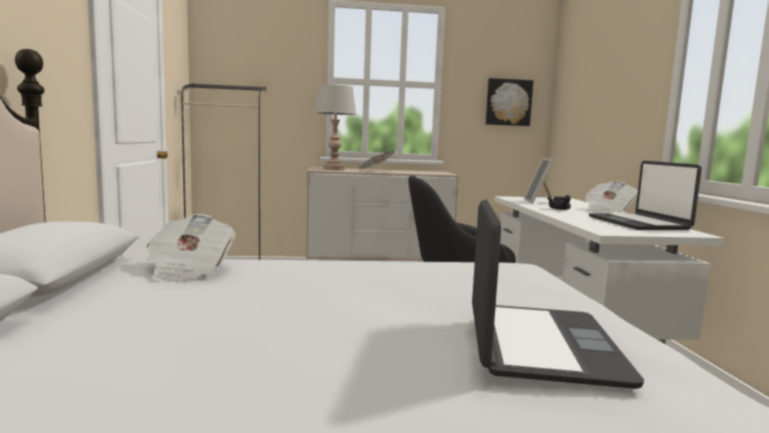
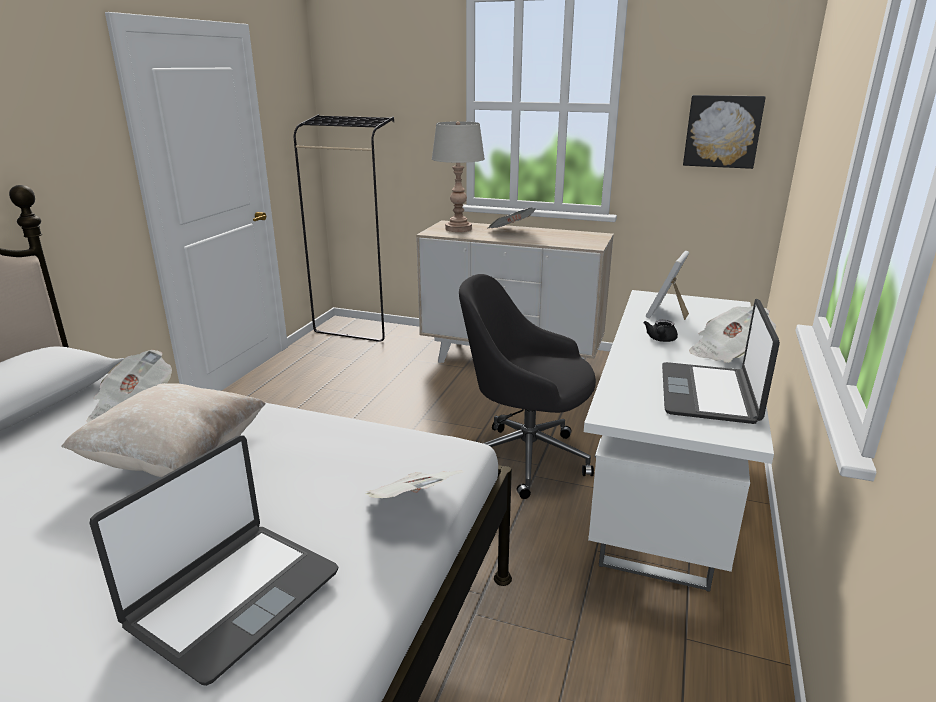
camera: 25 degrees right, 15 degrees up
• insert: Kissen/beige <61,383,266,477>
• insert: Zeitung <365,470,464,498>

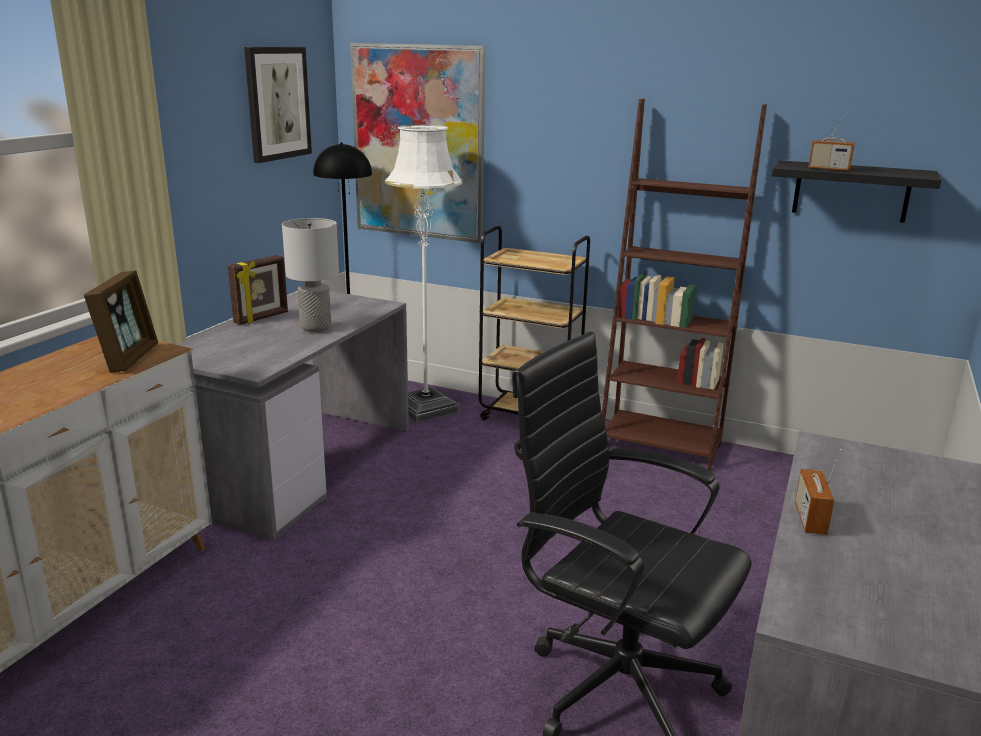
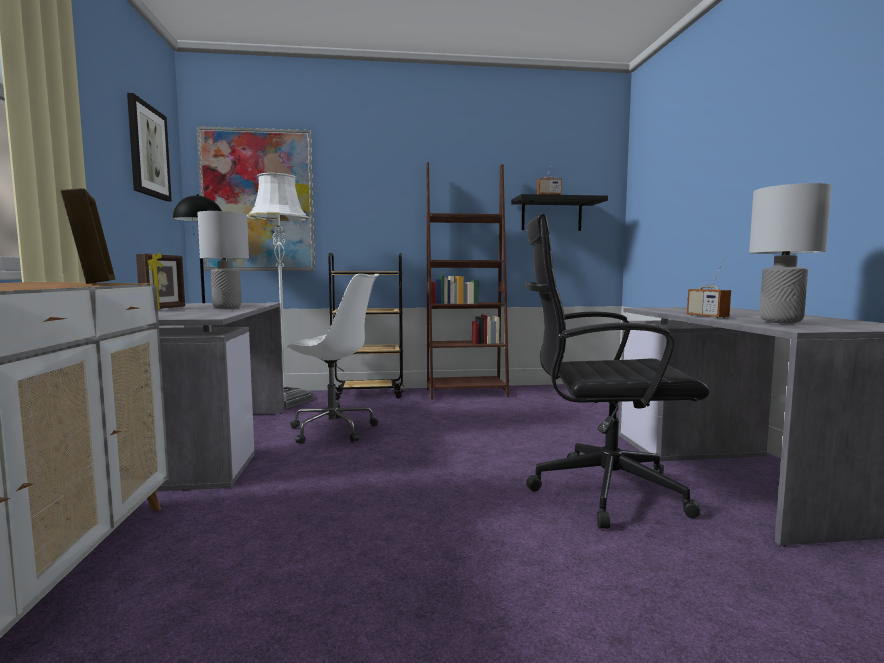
camera: 30 degrees left, 15 degrees down
• insert: Bürostuhl/weiß <286,274,379,444>
• insert: Tischlampe/grau <749,183,832,324>

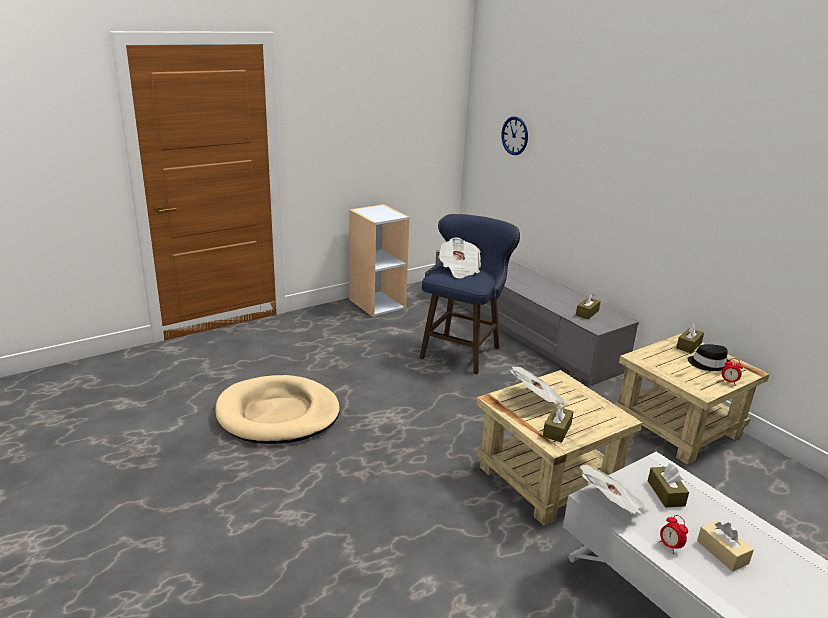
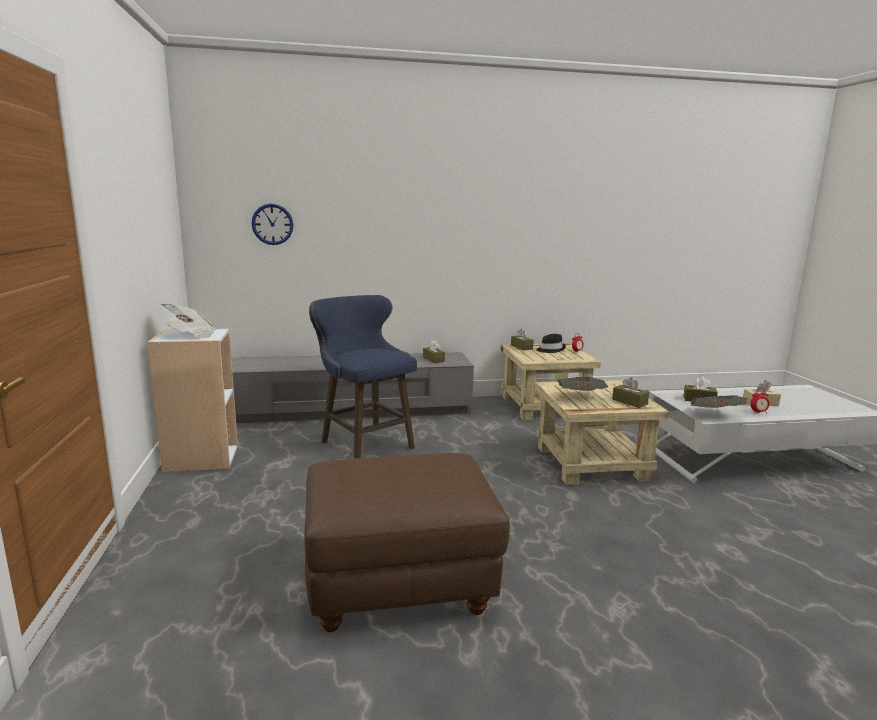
camera: 65 degrees left, 10 degrees down
• replace: Hundebett/beige <215,375,340,444> to Polsterhocker/braun <304,453,510,632>
• move: Zeitung <439,238,481,278> to <157,303,216,339>

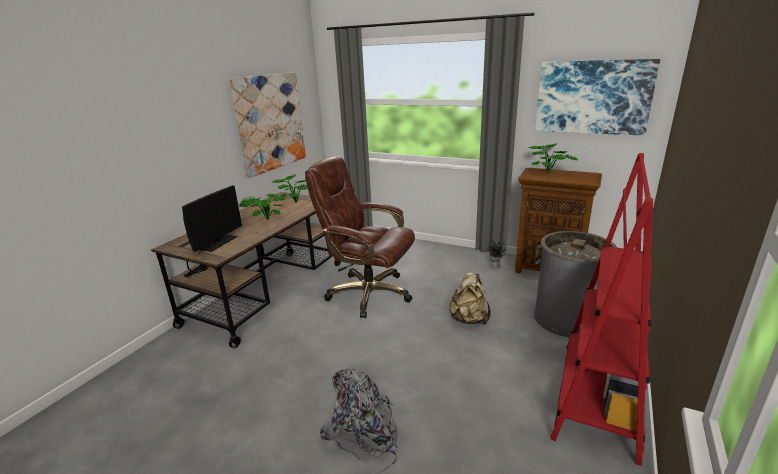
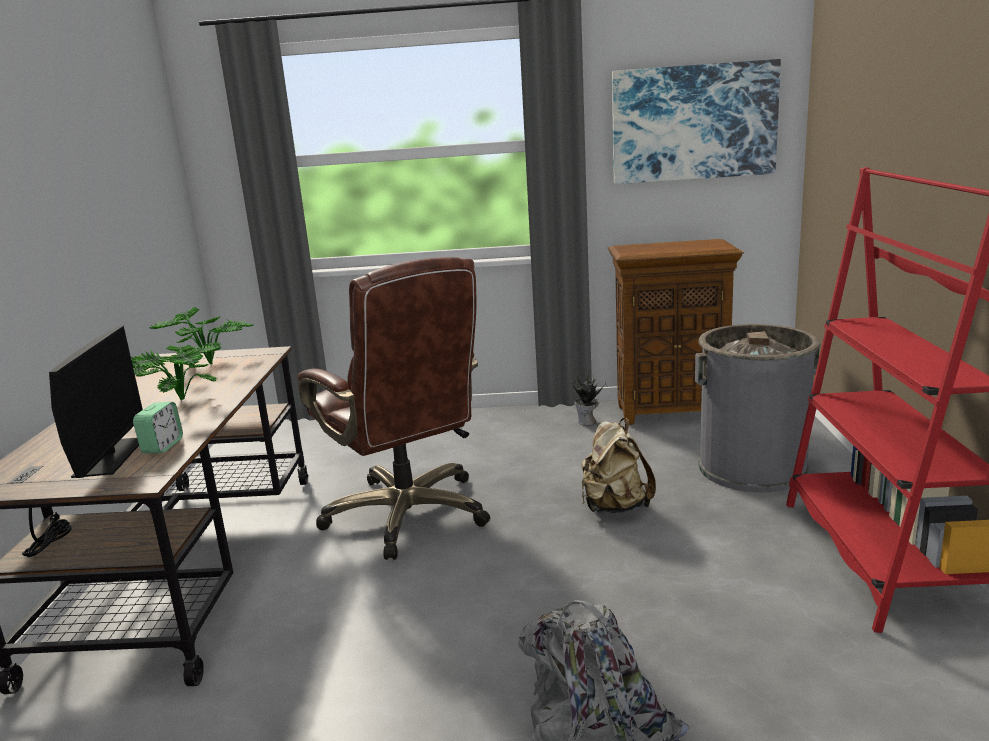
camera: 25 degrees left, 5 degrees down
• delete: Bild <229,72,306,178>
• rotate: Bürostuhl/braun <305,156,415,318> = <297,257,490,560> 120 degrees counterclockwise
• delete: Topfpflanze <529,143,578,173>
• insert: Wecker <133,402,183,453>

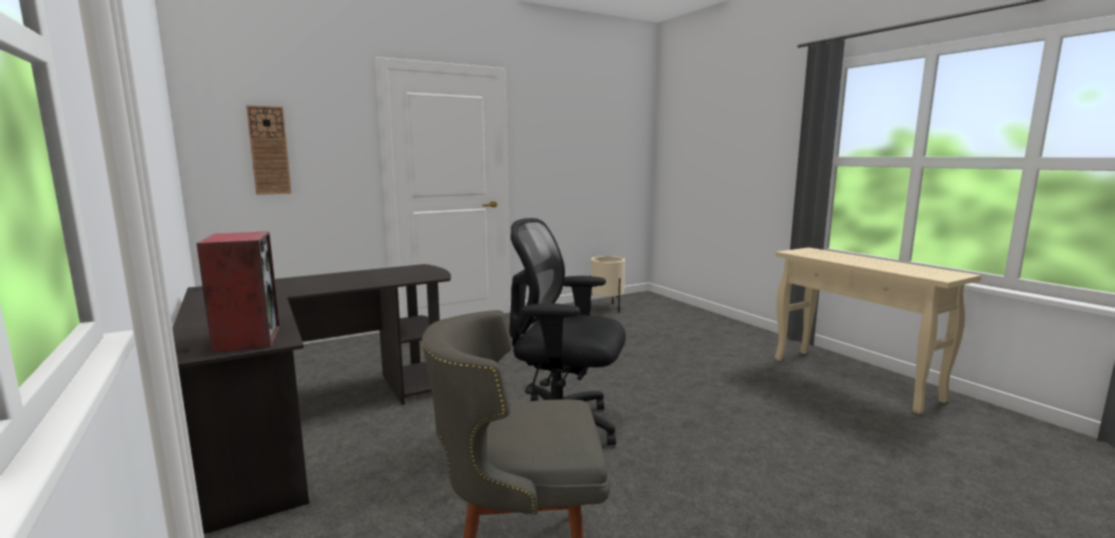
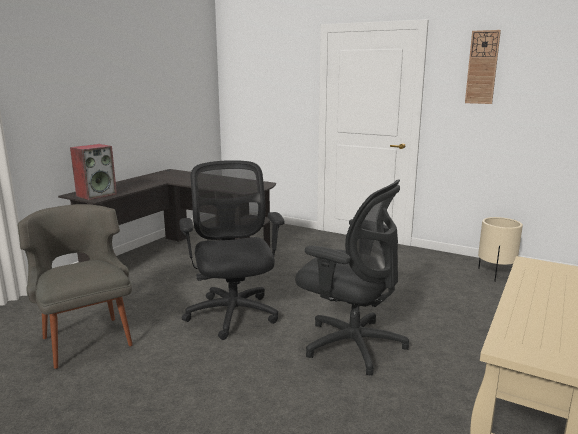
camera: 60 degrees right, 5 degrees up
• move: Wanduhr <246,105,292,195> to <465,30,501,104>
• insert: Bürostuhl/schwarz <295,180,409,376>

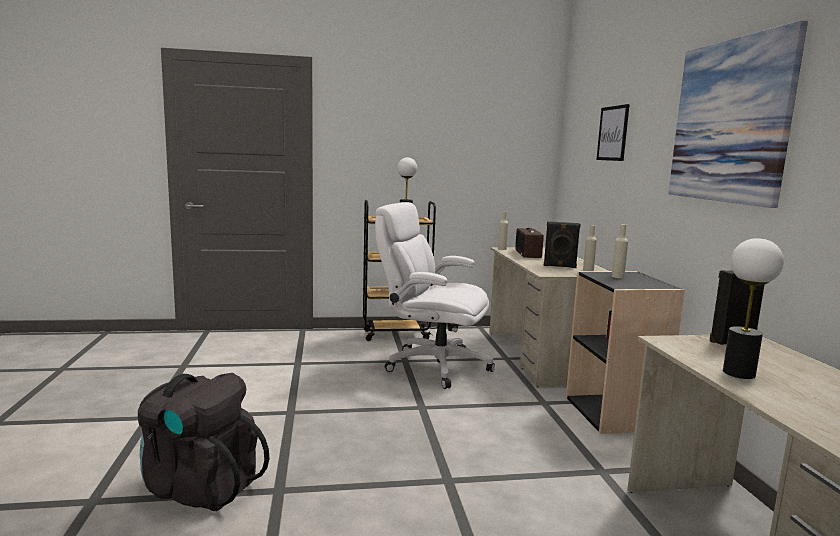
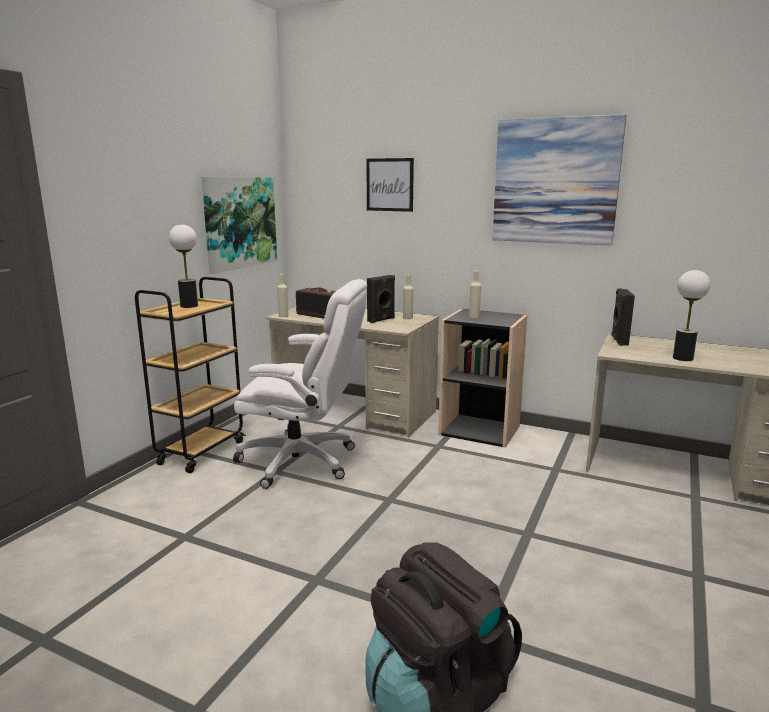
camera: 55 degrees left, 5 degrees up
• rotate: Bürostuhl/weiß <375,202,495,389> = <233,279,367,489> 135 degrees counterclockwise
• insert: Bild <201,177,277,274>

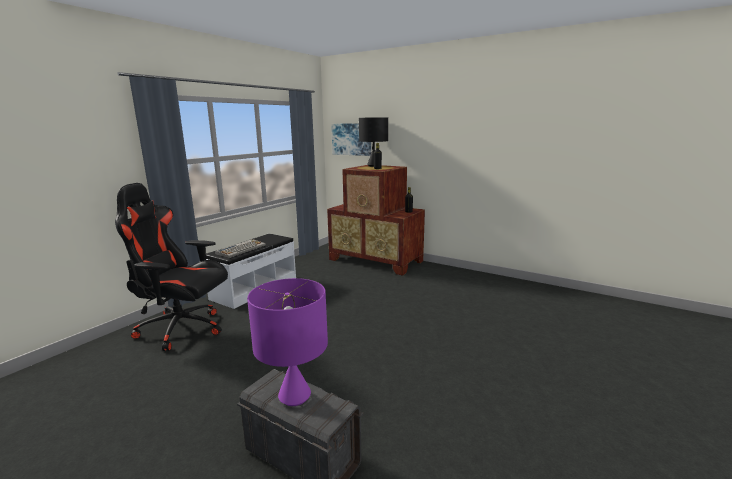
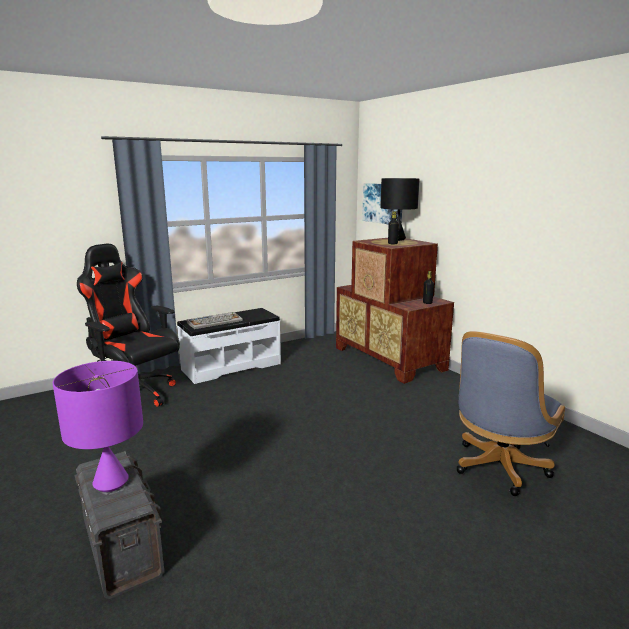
camera: 25 degrees right, 0 degrees up
• insert: Bürostuhl/blau <457,331,565,496>

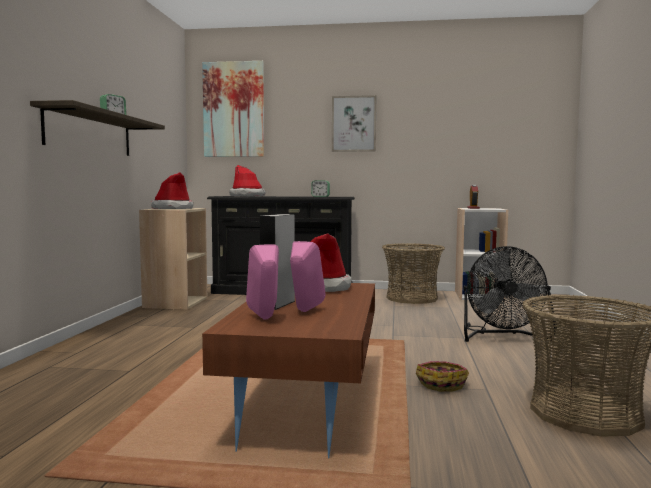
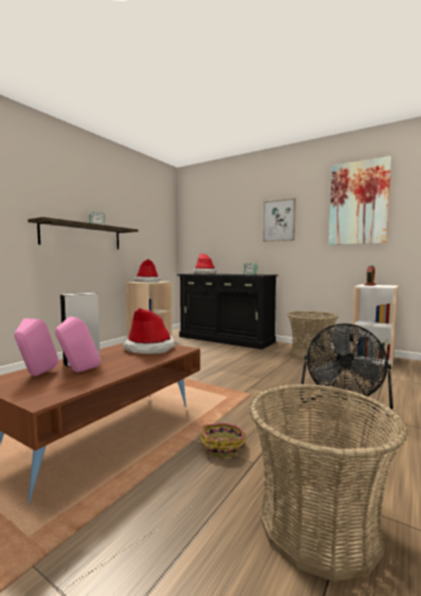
camera: 25 degrees right, 0 degrees up
• move: Bild <202,61,264,157> to <329,156,391,245>

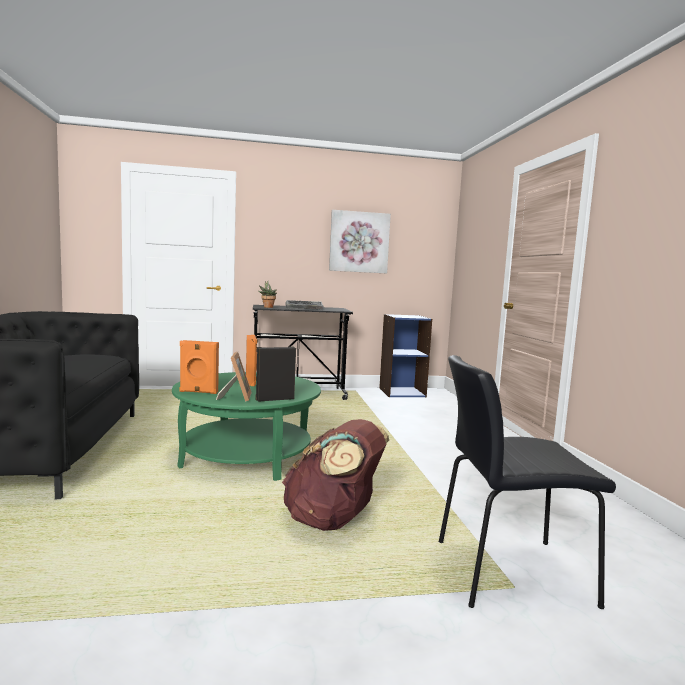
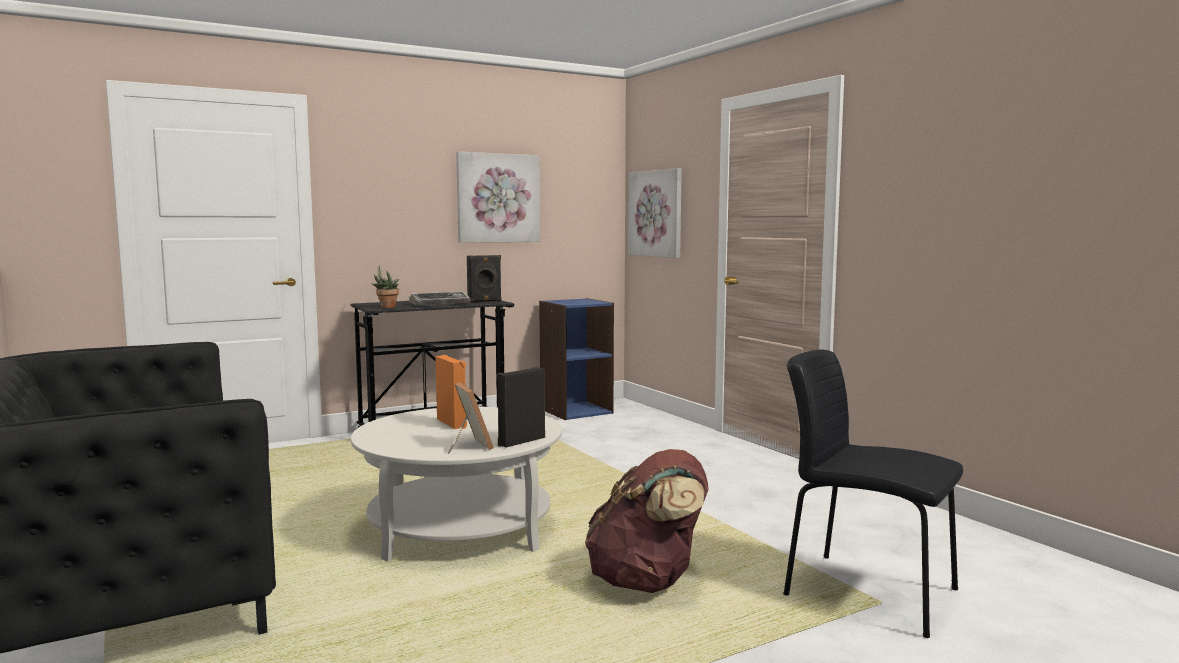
camera: 20 degrees left, 0 degrees up
• recolor: Couchtisch/grün <172,372,321,481> to Couchtisch/weiß <351,407,562,562>
• delete: Lautsprecher/orange <180,340,219,394>
• rotate: Stuhl/schwarz <438,355,616,609> = <783,350,963,638> 60 degrees clockwise
• insert: Lautsprecher/schwarz <467,255,502,303>
• insert: Bild <628,168,682,258>

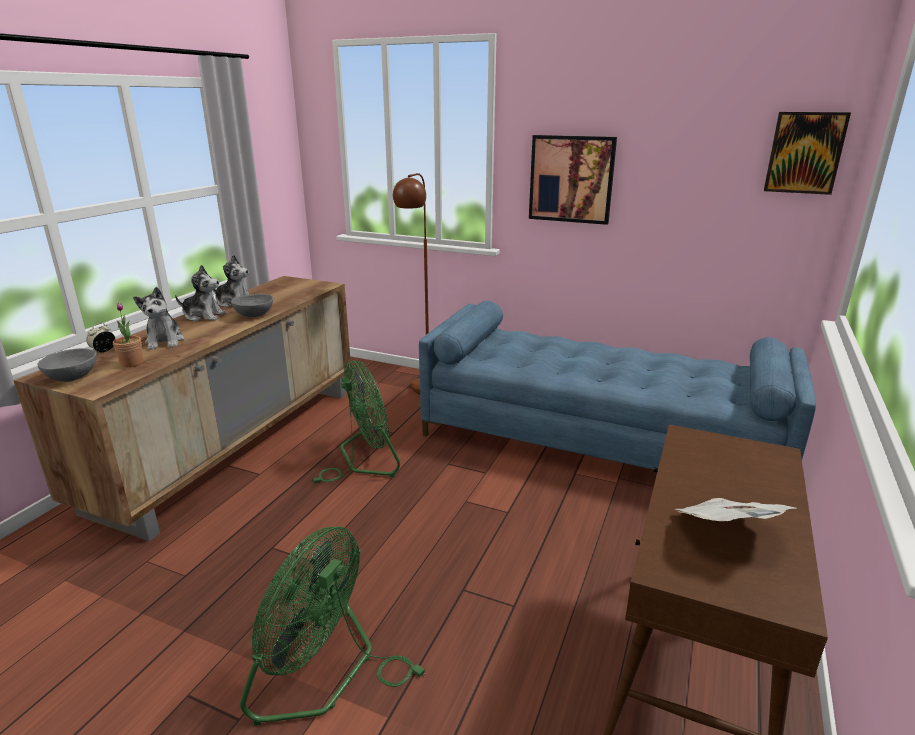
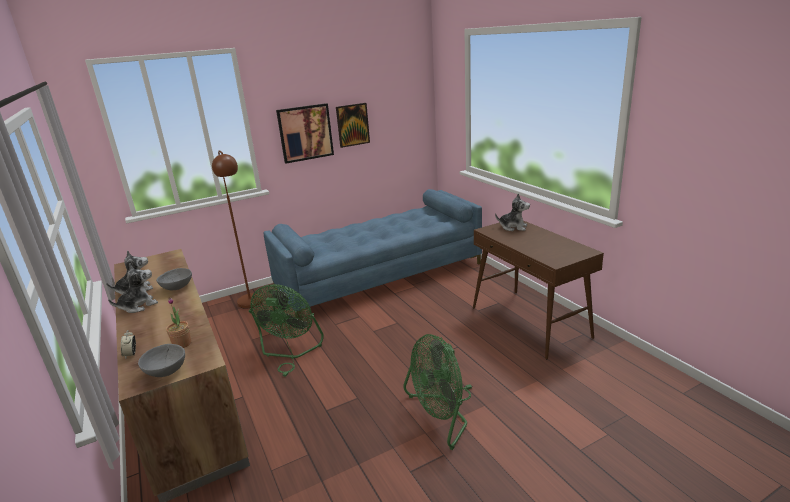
camera: 50 degrees left, 0 degrees up
• move: Plüschtier <133,287,184,350> to <495,193,530,231>
• delete: Zeitung <674,498,795,521>
• move: Bild <764,112,851,195> to <336,103,370,148>

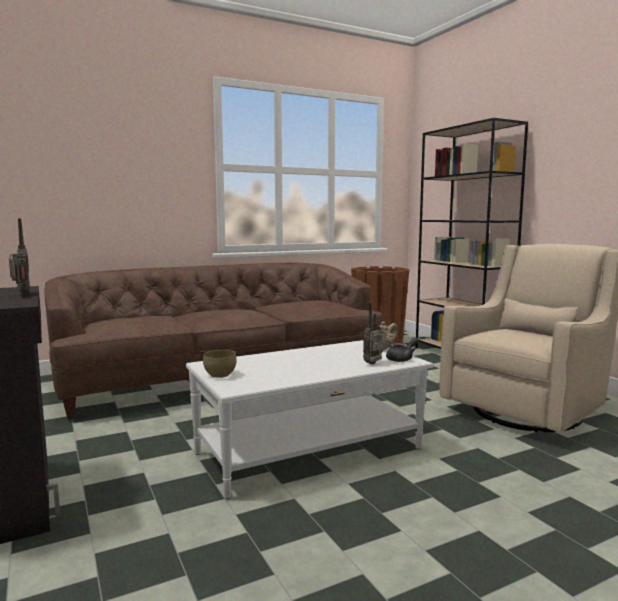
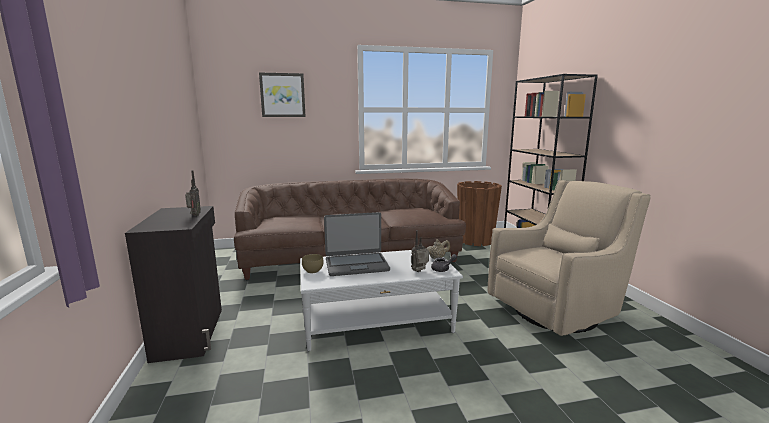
camera: 15 degrees right, 5 degrees up
• insert: Bild <259,72,306,117>
• insert: Laptop <324,212,390,276>

